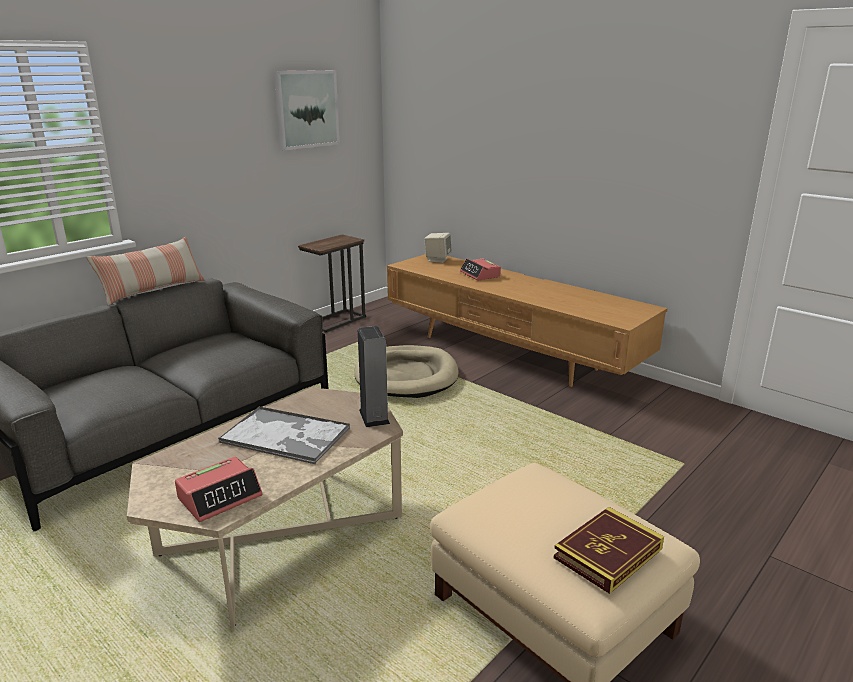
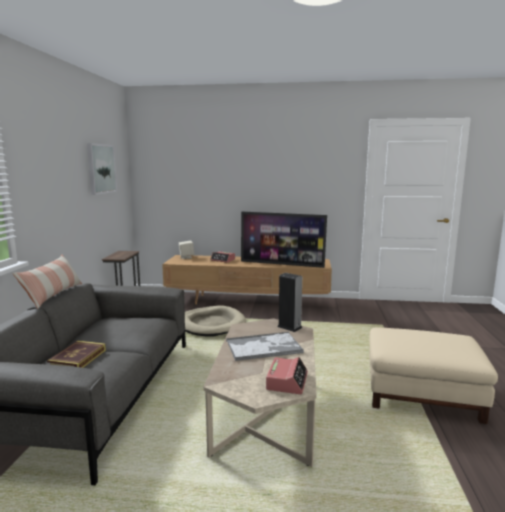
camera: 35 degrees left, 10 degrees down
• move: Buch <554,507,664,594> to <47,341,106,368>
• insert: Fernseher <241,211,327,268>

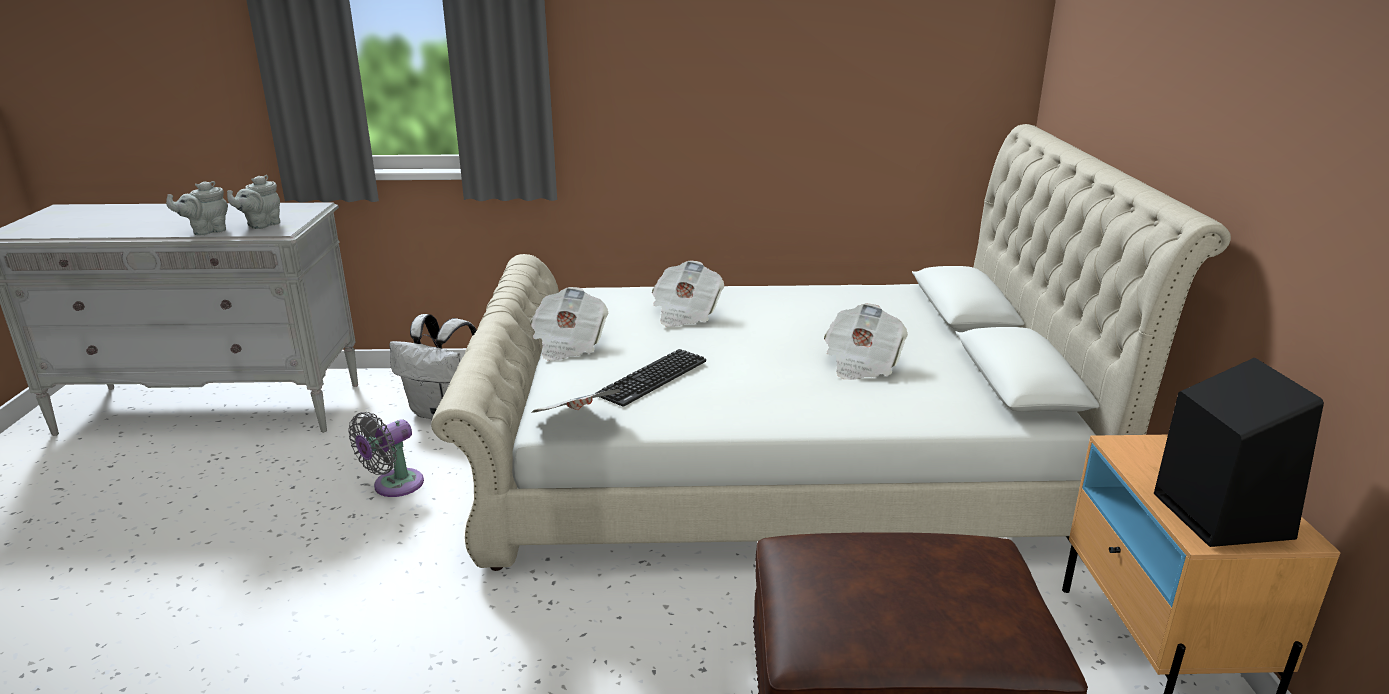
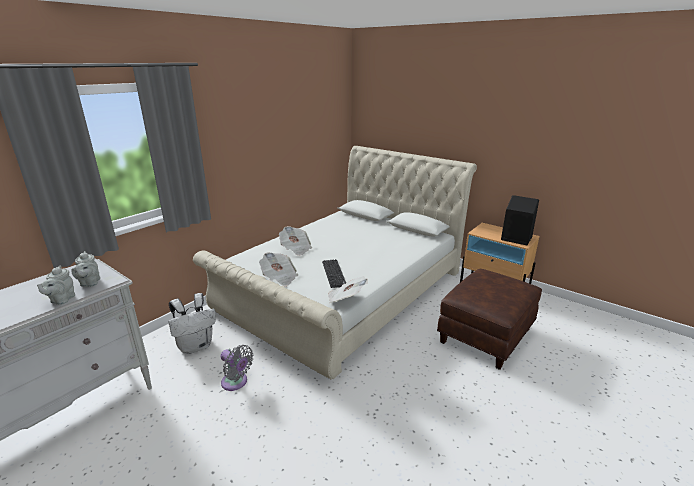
camera: 50 degrees left, 0 degrees up
• rotate: Ventilator/grau <348,412,424,497> = <221,345,253,391> 45 degrees counterclockwise
• delete: Zeitung <824,303,908,380>

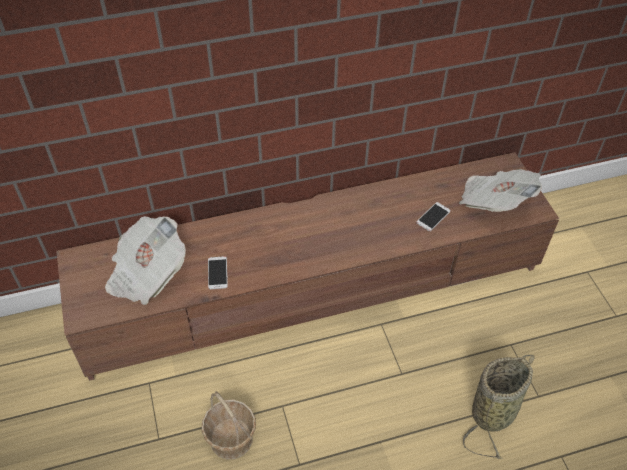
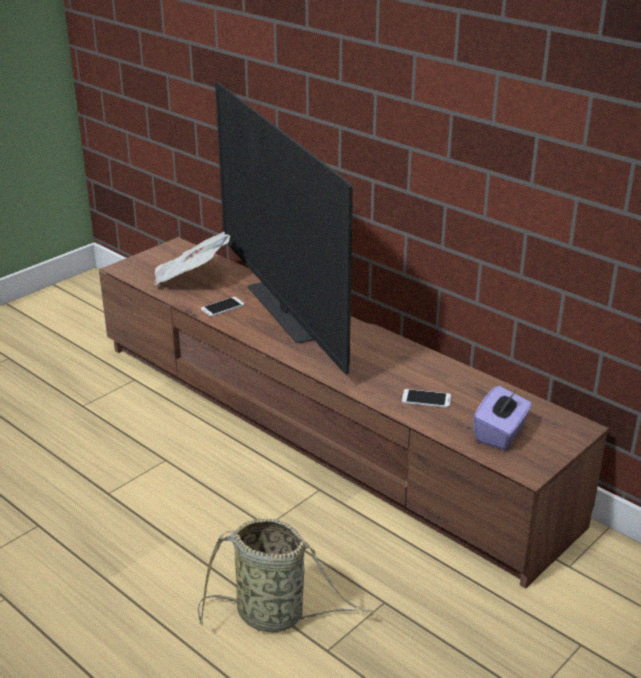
camera: 60 degrees right, 20 degrees down
• delete: Korb <201,391,256,459>
• replace: Zeitung <459,169,542,212> to Taschentuchbox/lila <473,386,532,450>
• insert: Fernseher <215,82,353,375>

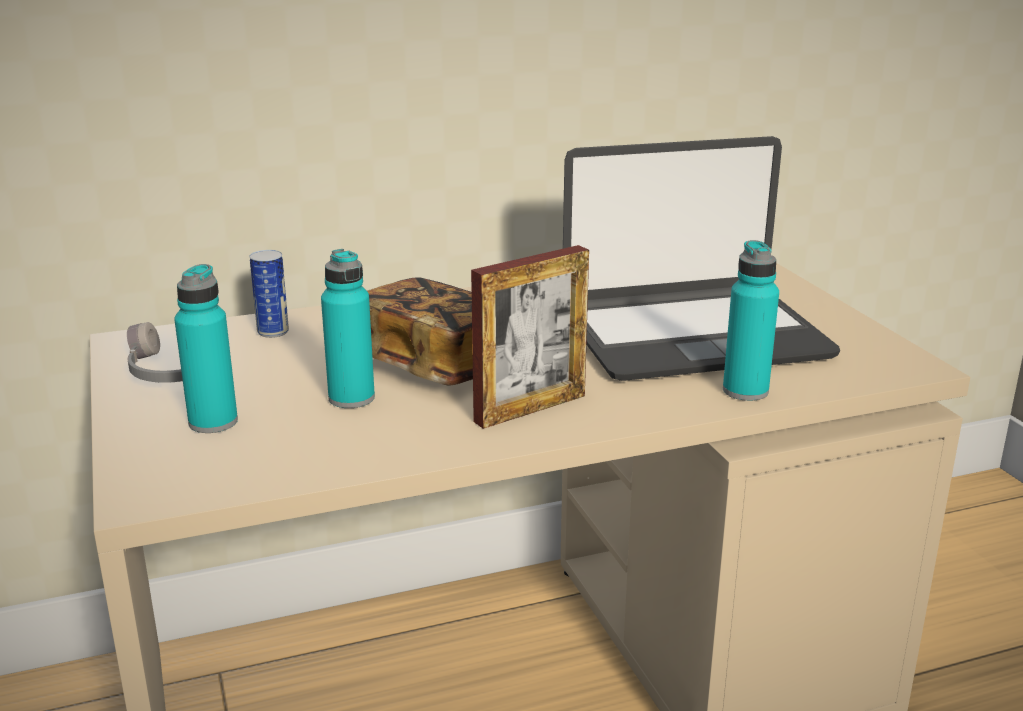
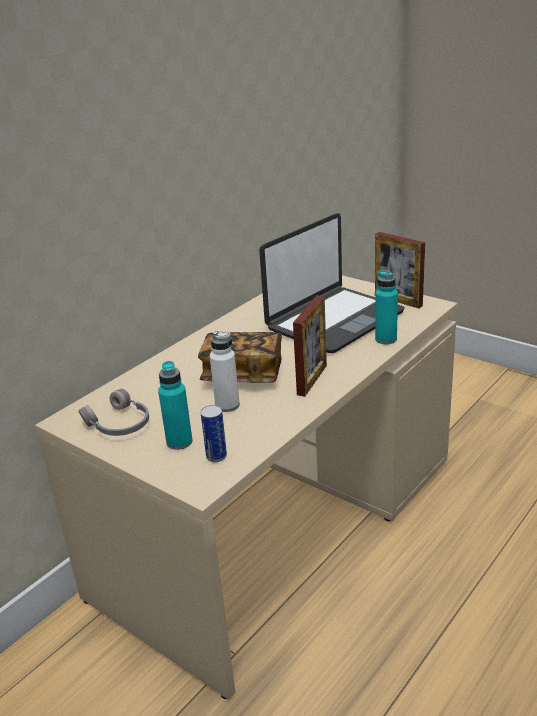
camera: 30 degrees left, 5 degrees up
• move: Dose <249,250,289,338> to <200,405,227,462>
• recolor: Flasche/türkis <321,249,375,408> to Flasche/weiß <210,331,240,412>
• insert: Bilderrahmen <375,232,425,309>

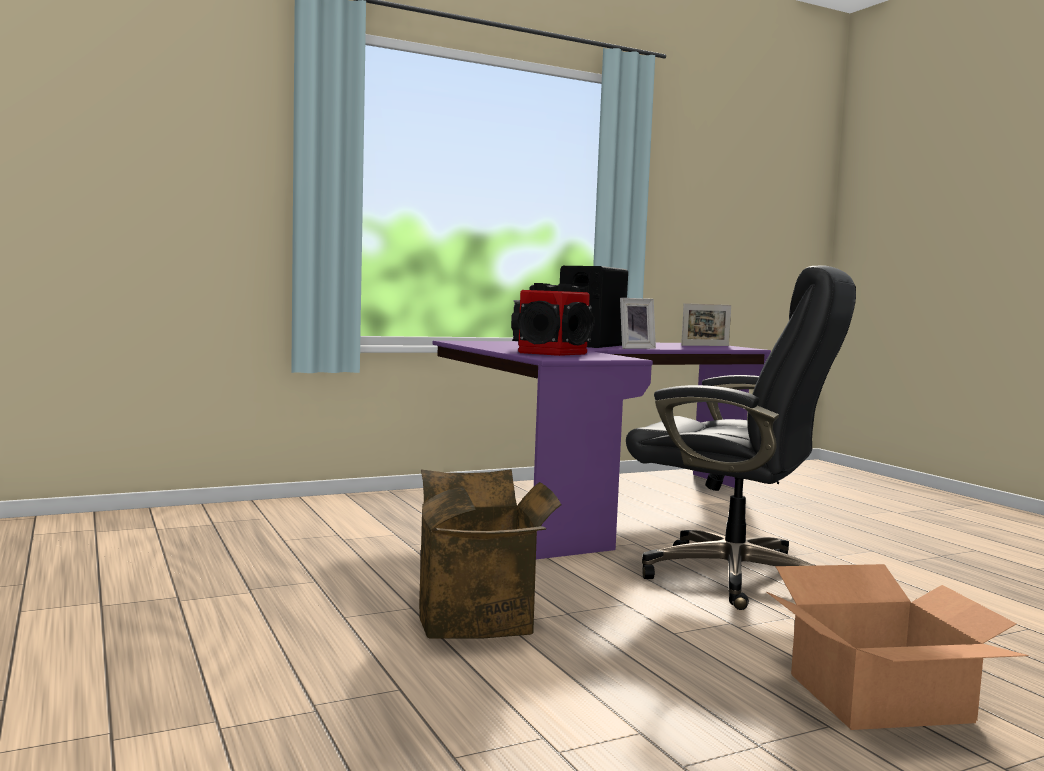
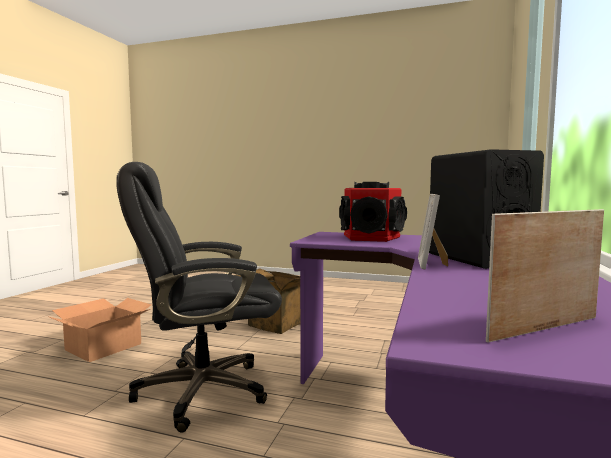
camera: 135 degrees right, 0 degrees up
• rotate: Bilderrahmen <681,303,731,346> = <486,209,604,343> 45 degrees clockwise

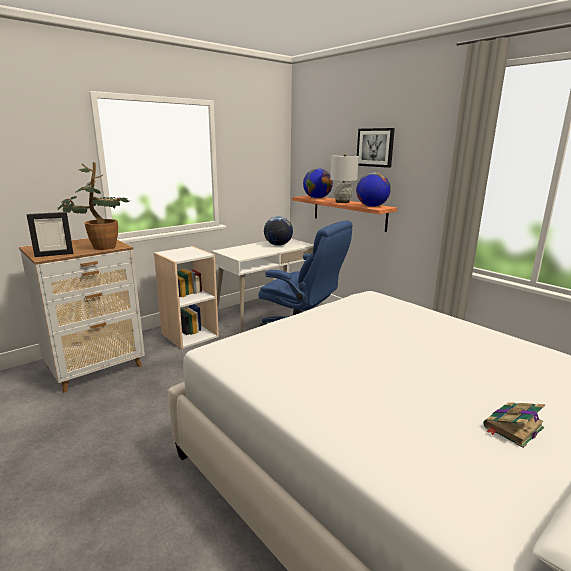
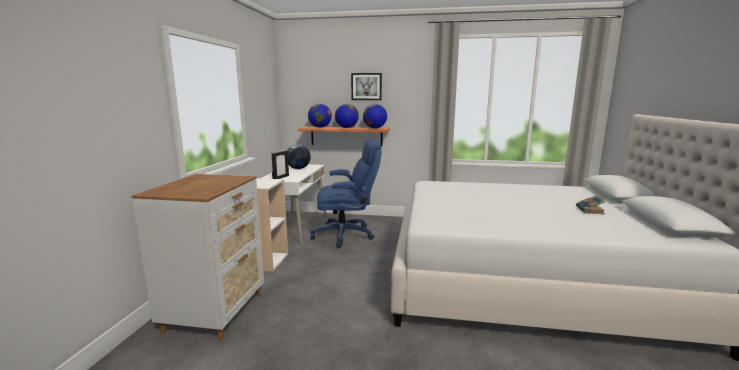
camera: 40 degrees left, 5 degrees down
• move: Bilderrahmen <27,212,73,257> to <271,150,289,179>
• delete: Topfpflanze <57,162,131,250>
• replace: Tischlampe/weiß <330,153,359,203> to Globus <335,104,359,128>

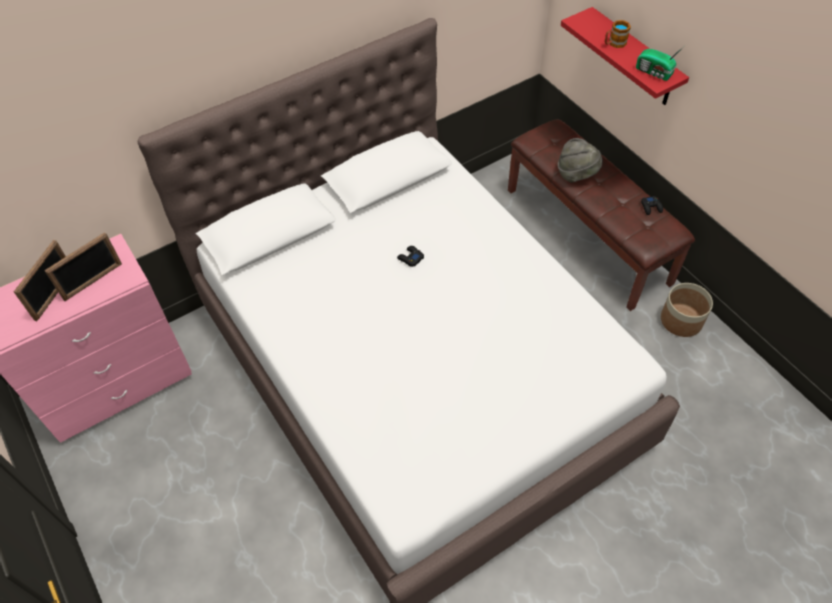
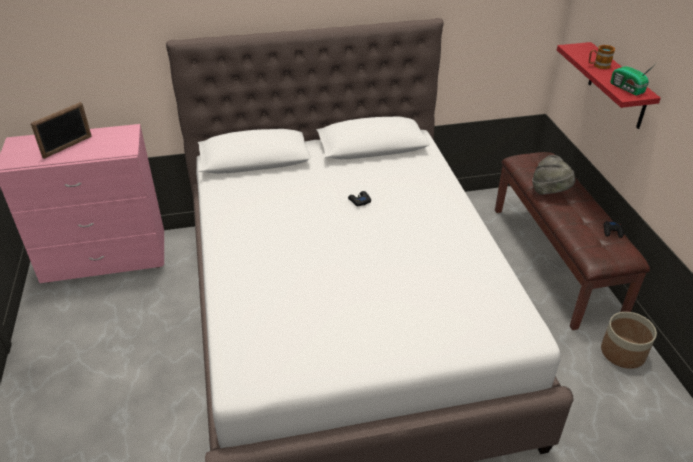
camera: 20 degrees right, 15 degrees down
• delete: Bilderrahmen <44,232,122,301>

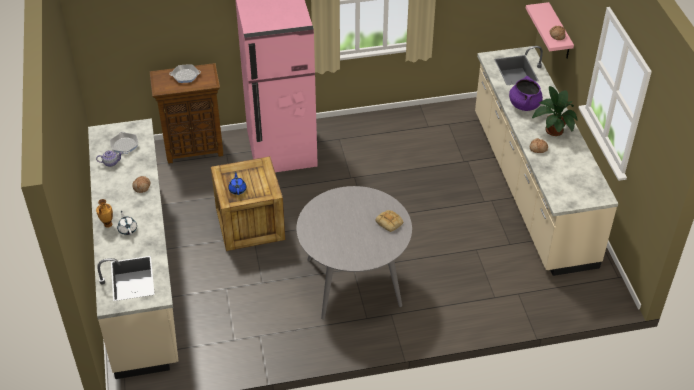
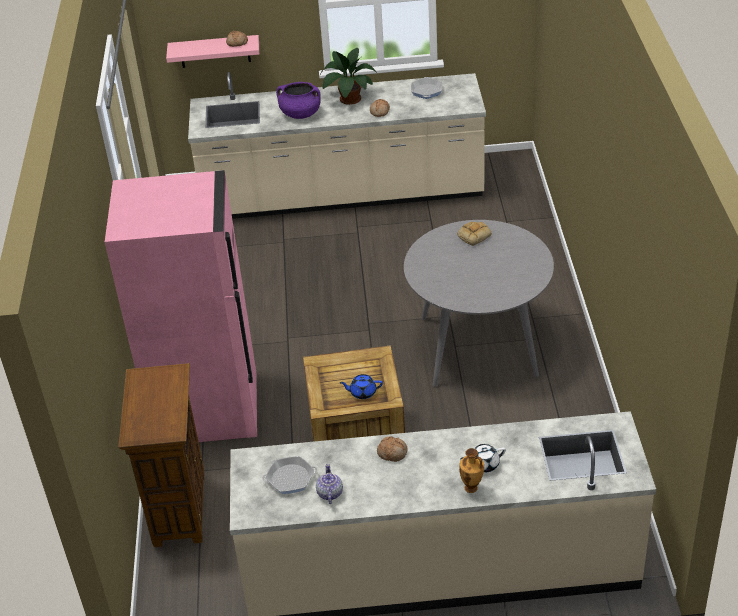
camera: 80 degrees left, 5 degrees down
• move: Pfanne <169,65,201,83> to <411,77,442,99>

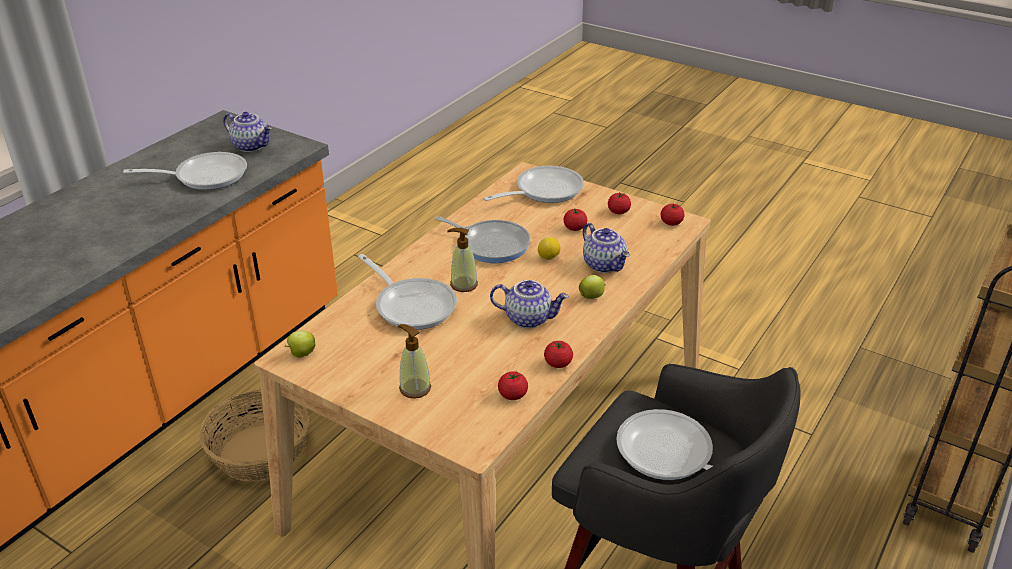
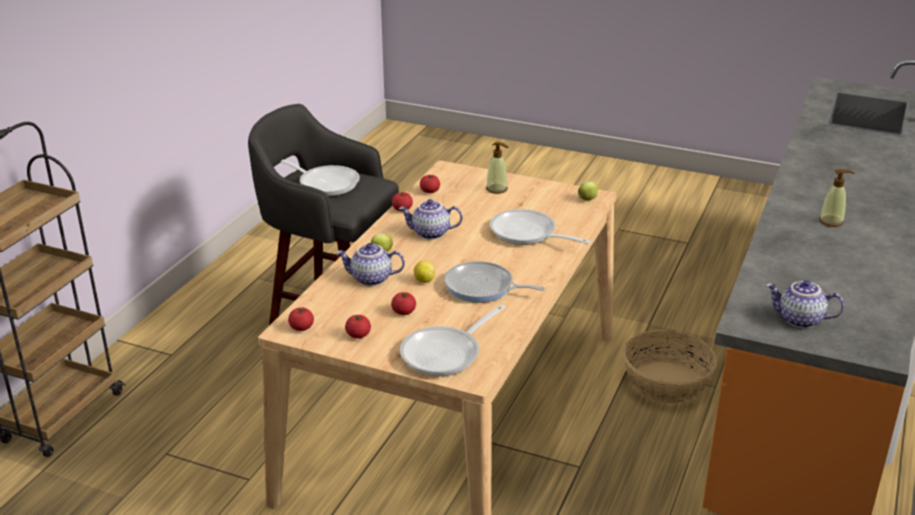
camera: 170 degrees right, 5 degrees down
• delete: Pfanne <123,152,247,190>
• move: Seifenspender <447,228,478,292> to <819,169,855,227>
• rotate: Teekanne <583,223,630,273> = <336,243,405,286> 45 degrees counterclockwise

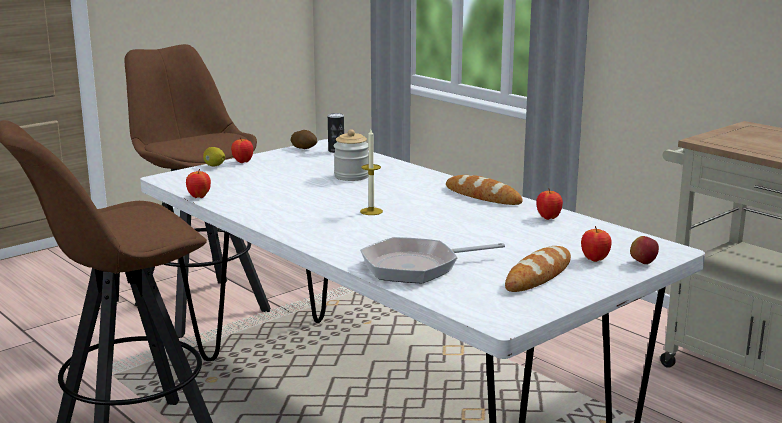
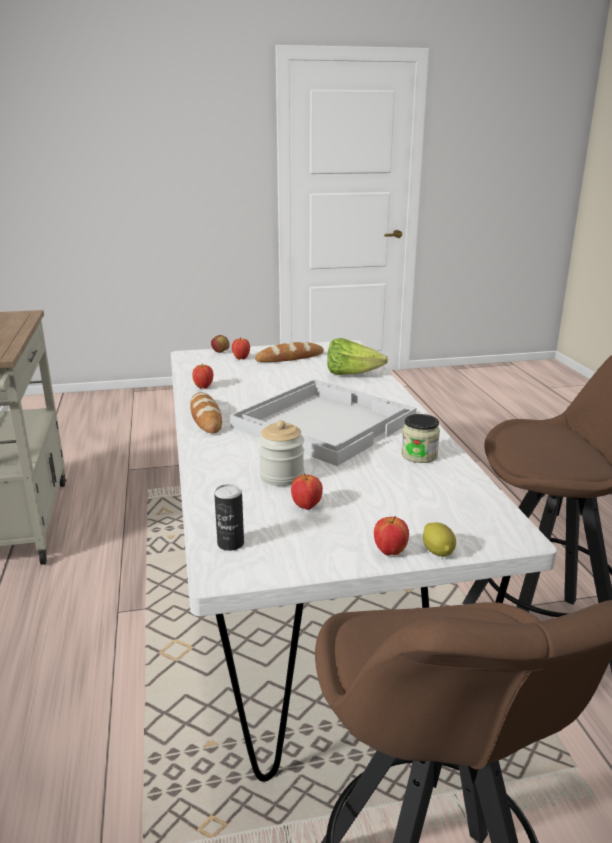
camera: 150 degrees left, 5 degrees up
• move: Apfel <186,169,211,198> to <291,473,323,510>
• delete: Kartoffel <291,130,317,149>
• replace: Kerze <360,129,383,215> to Tablett/weiß <230,379,416,466>
• replace: Pfanne <360,237,505,283> to Salatkopf <327,338,388,375>
• insert: Vorratsglas <401,414,440,463>

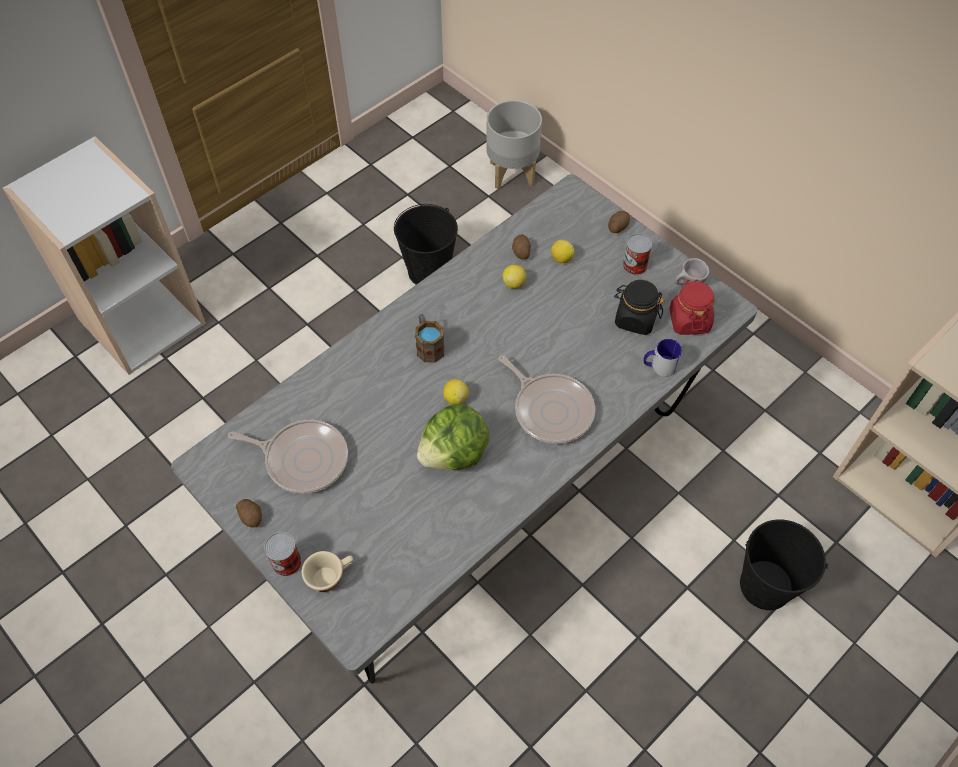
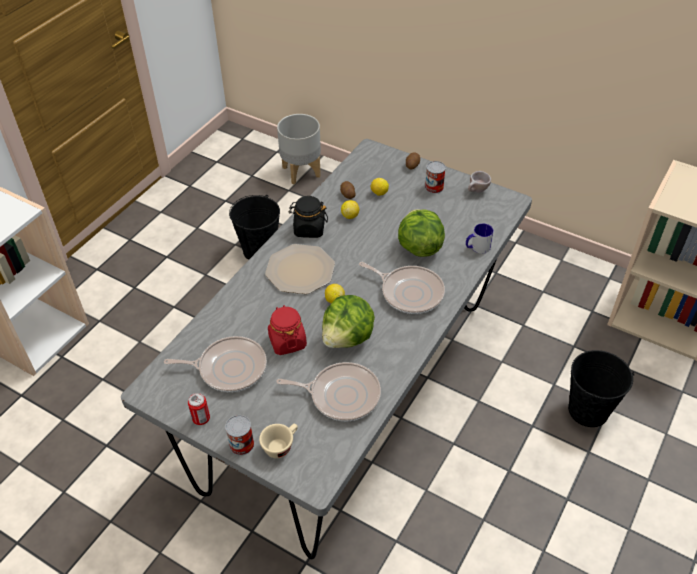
camera: 15 degrees left, 10 degrees down
• replace: Kartoffel <236,499,262,528> to Dose <188,393,210,425>
• replace: Henkelbecher <415,314,444,363> to Teller <265,244,335,294>
• move: Vorratsglas/schwarz <614,280,664,335> to <289,196,328,238>
• move: Vorratsglas/rot <669,279,714,335> to <268,305,307,355>
• insert: Pfanne <276,362,381,421>
• insert: Salatkopf <398,209,445,257>

